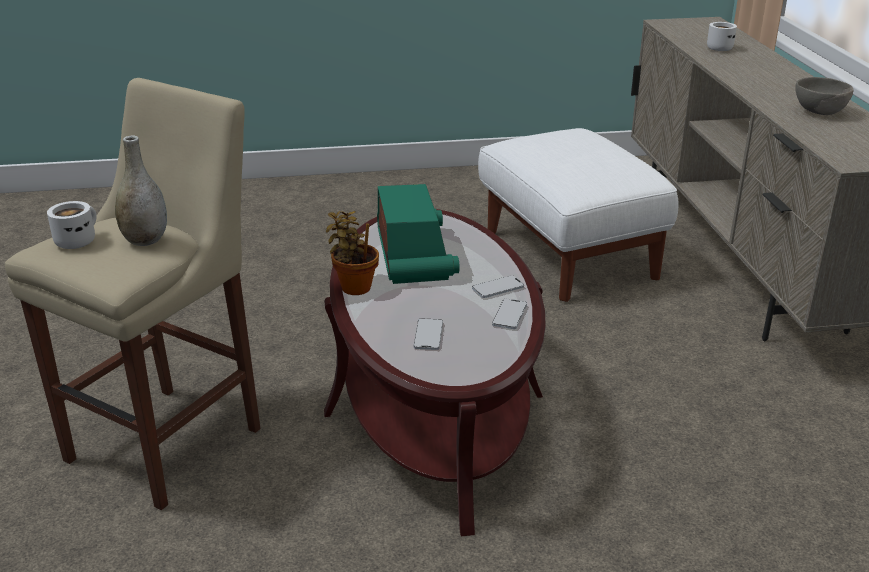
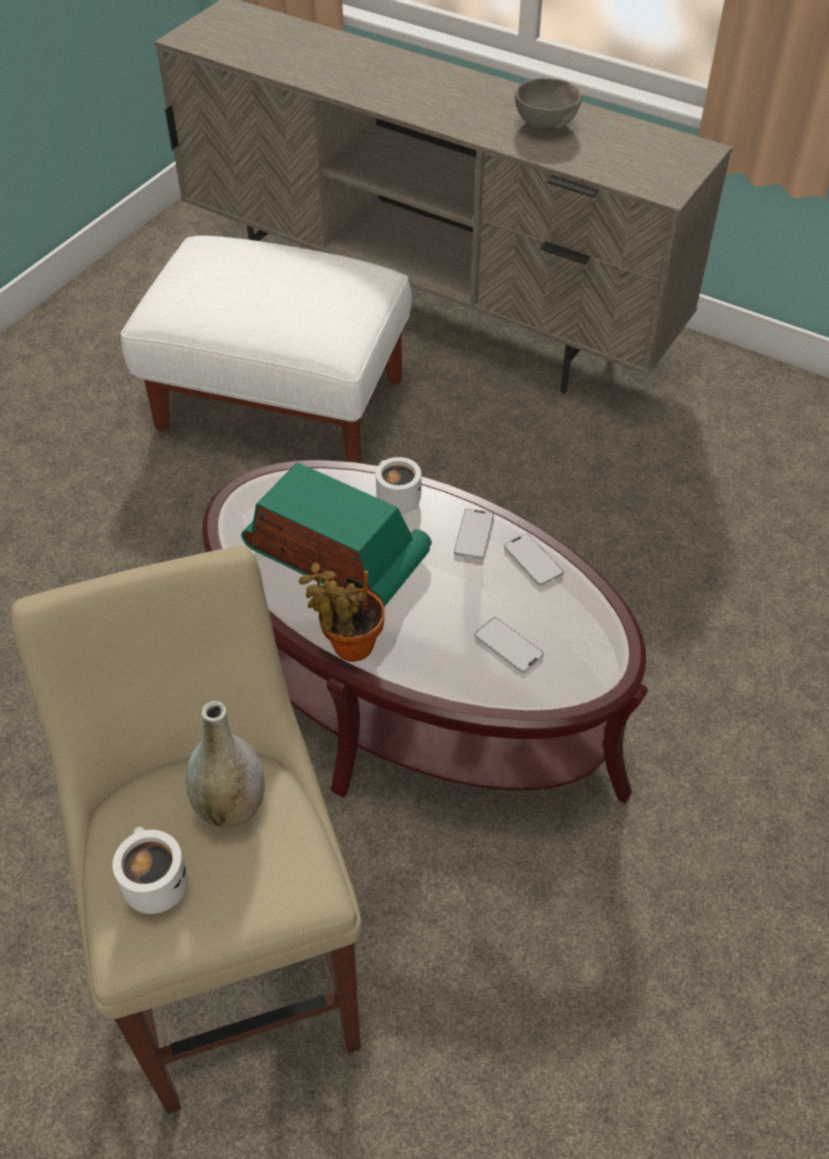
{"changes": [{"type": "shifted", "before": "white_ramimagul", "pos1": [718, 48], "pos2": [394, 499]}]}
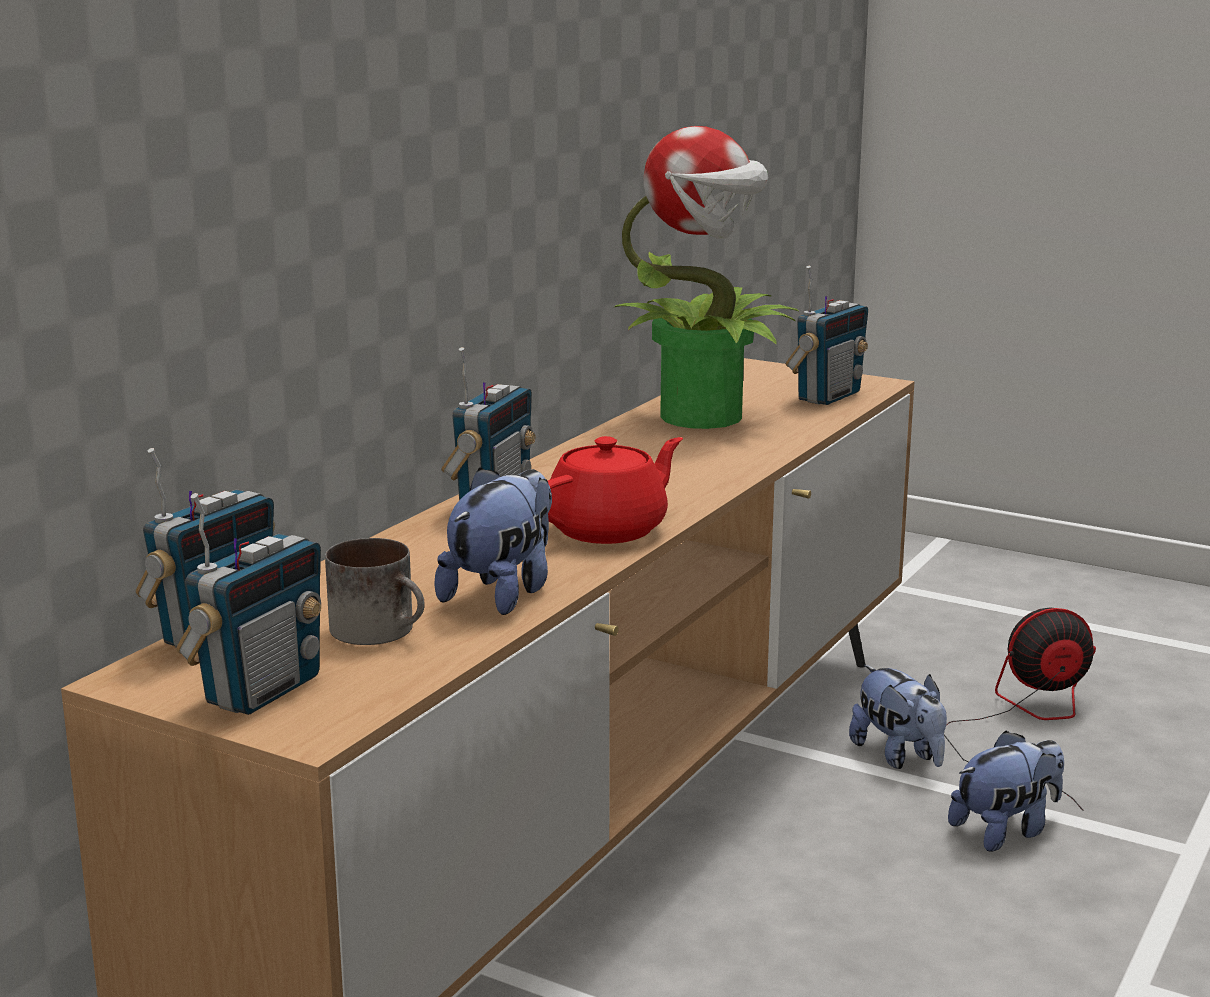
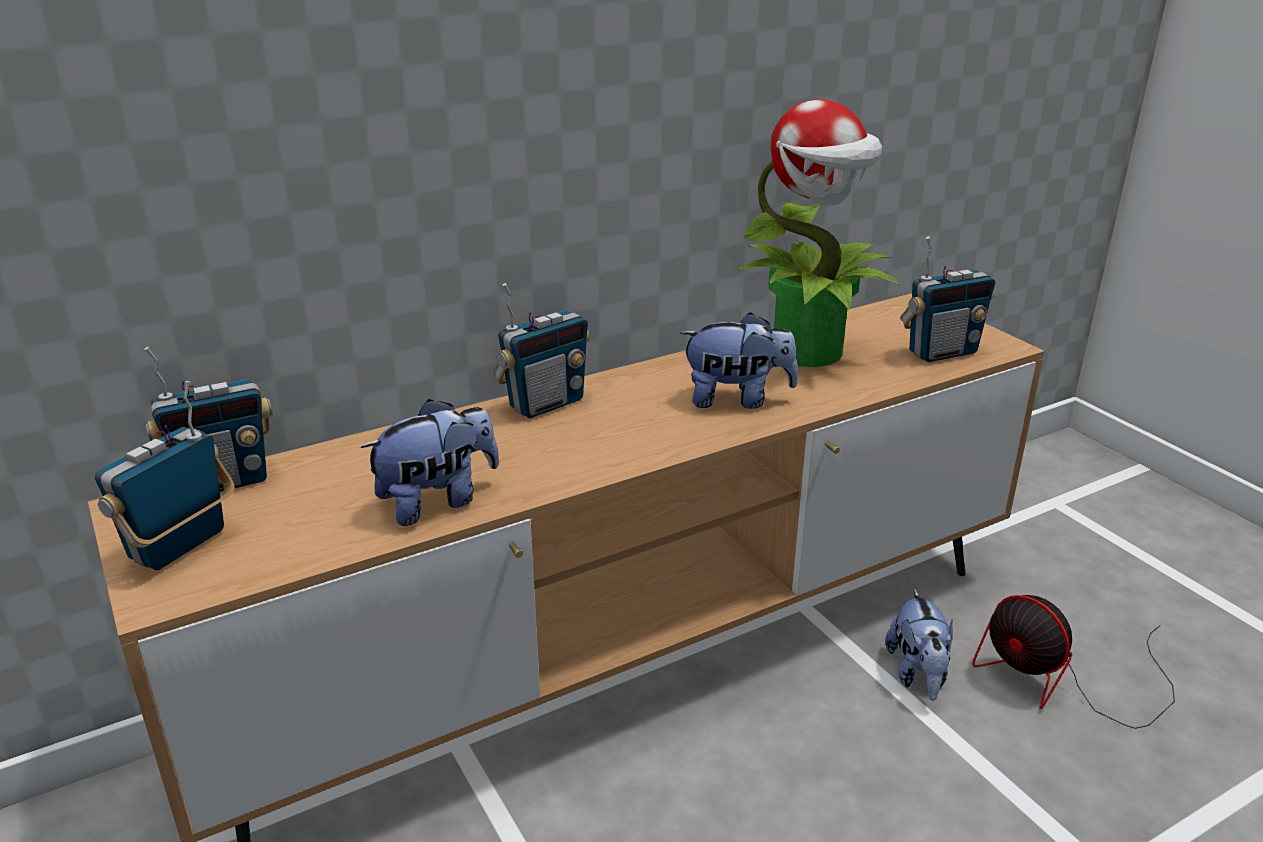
{"changes": [{"type": "rotated", "before": "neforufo", "pos1": [261, 690], "pos2": [180, 546], "turn": 150}, {"type": "gone", "before": "ramimagul", "pos1": [382, 630]}, {"type": "gone", "before": "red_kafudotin", "pos1": [609, 529]}, {"type": "rotated", "before": "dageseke", "pos1": [1028, 723], "pos2": [1063, 681], "turn": -150}, {"type": "shifted", "before": "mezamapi", "pos1": [1006, 830], "pos2": [737, 399]}]}
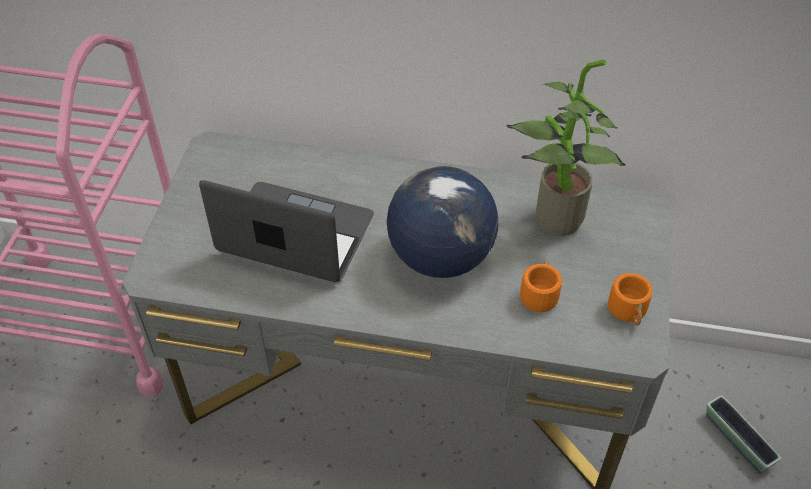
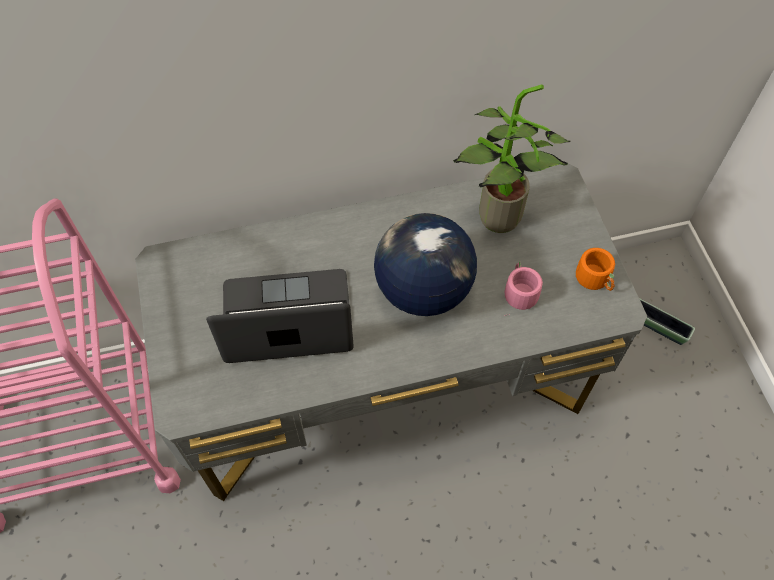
{"changes": [{"type": "repainted", "before": "orange_ramimagul", "after": "pink_ramimagul", "pos1": [537, 294], "pos2": [517, 292]}]}
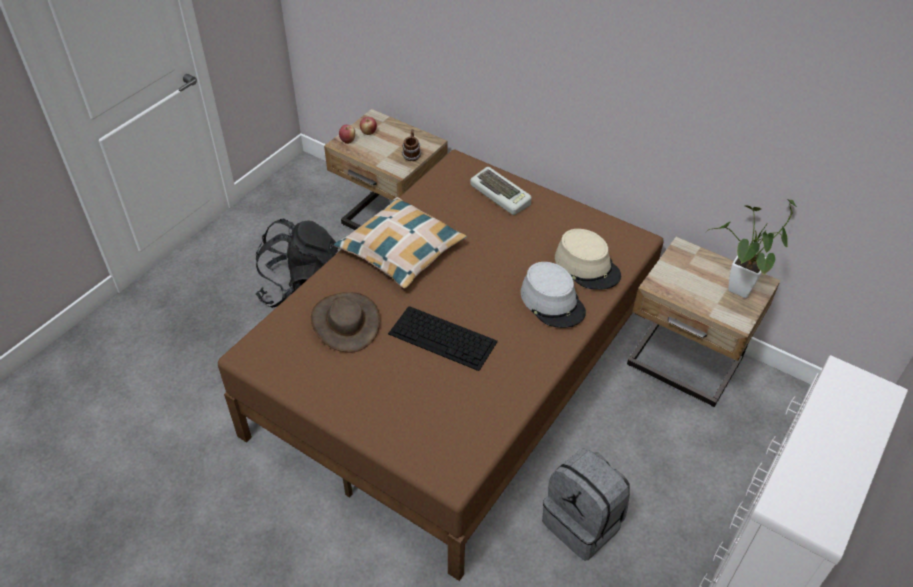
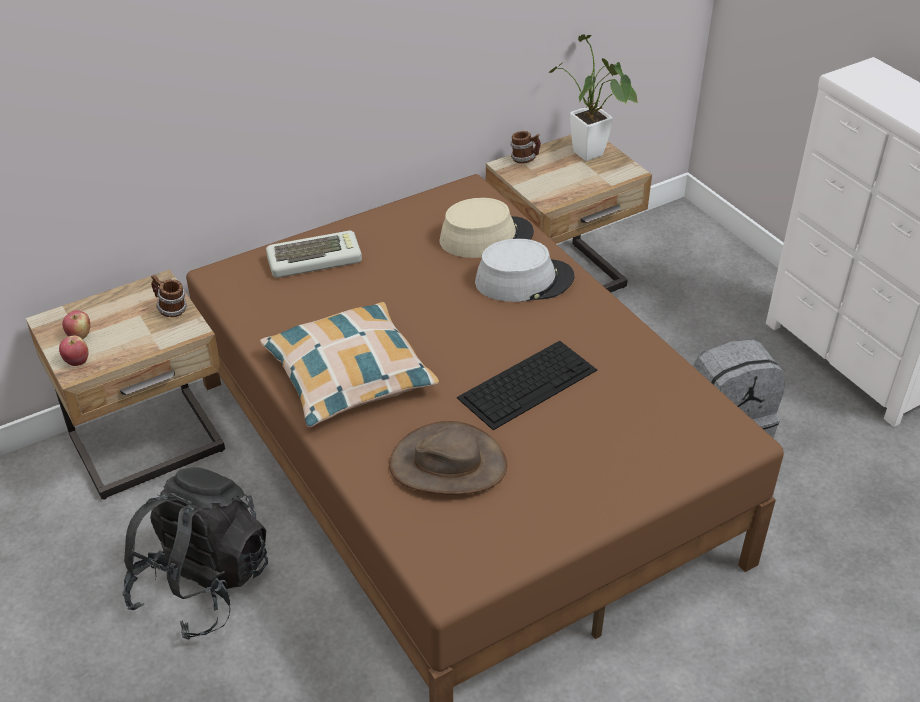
{"changes": [{"type": "new", "after": "ramimagul", "pos2": [525, 159]}]}
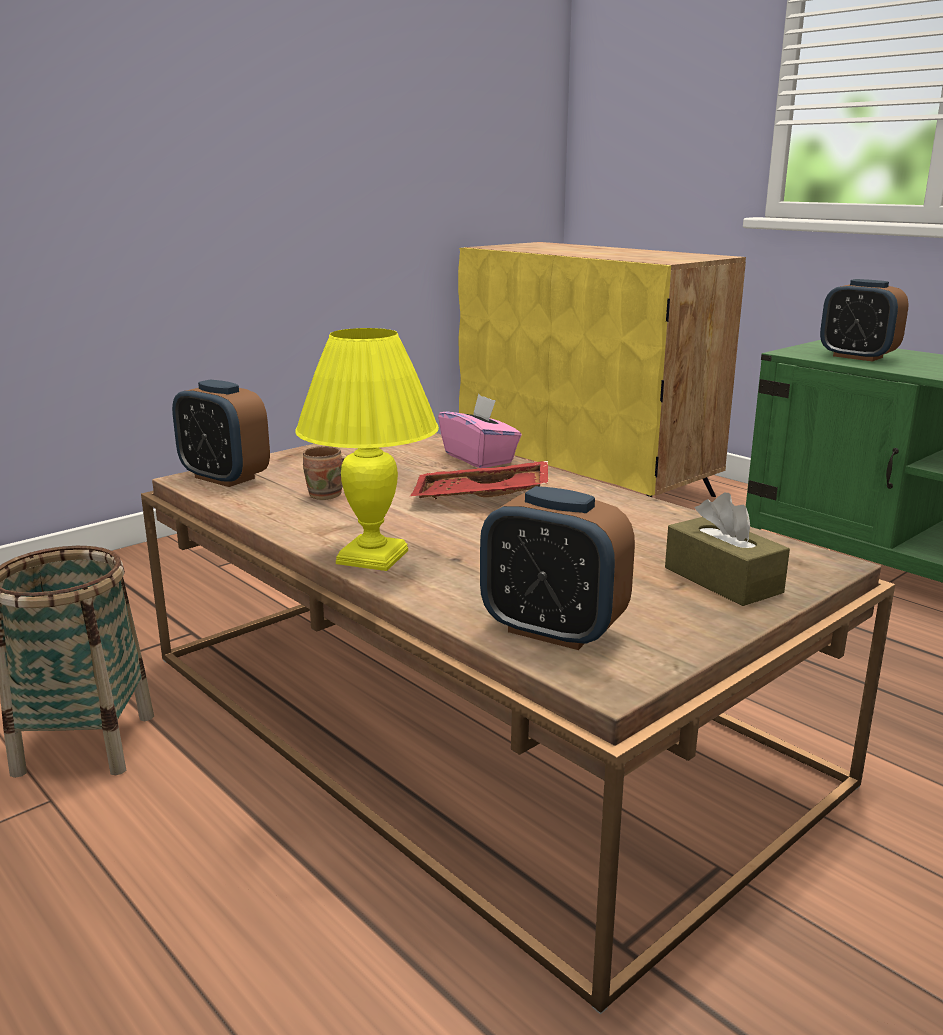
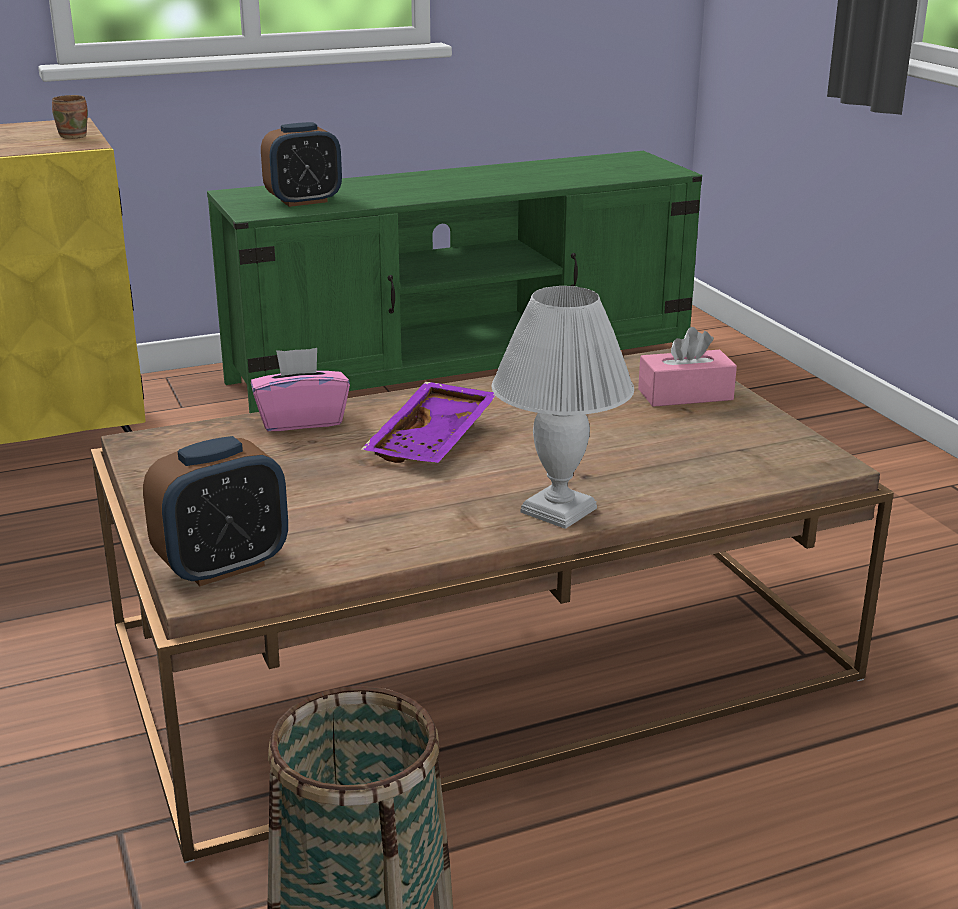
{"changes": [{"type": "repainted", "before": "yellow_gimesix", "after": "white_gimesix", "pos1": [372, 558], "pos2": [560, 510]}, {"type": "shifted", "before": "brown_ramimagul", "pos1": [327, 496], "pos2": [76, 136]}, {"type": "repainted", "before": "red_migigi", "after": "purple_migigi", "pos1": [480, 499], "pos2": [434, 441]}, {"type": "gone", "before": "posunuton", "pos1": [553, 630]}, {"type": "repainted", "before": "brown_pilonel", "after": "pink_pilonel", "pos1": [722, 580], "pos2": [685, 395]}]}
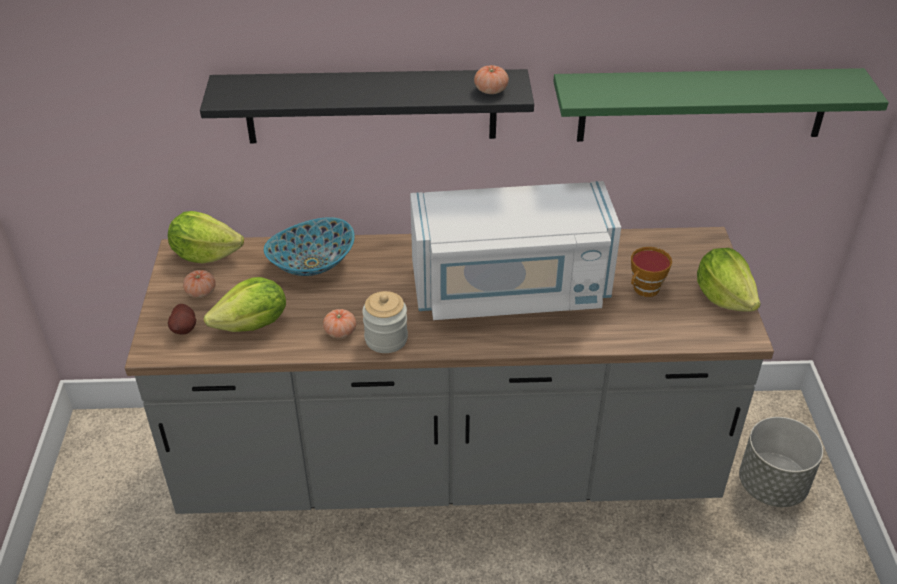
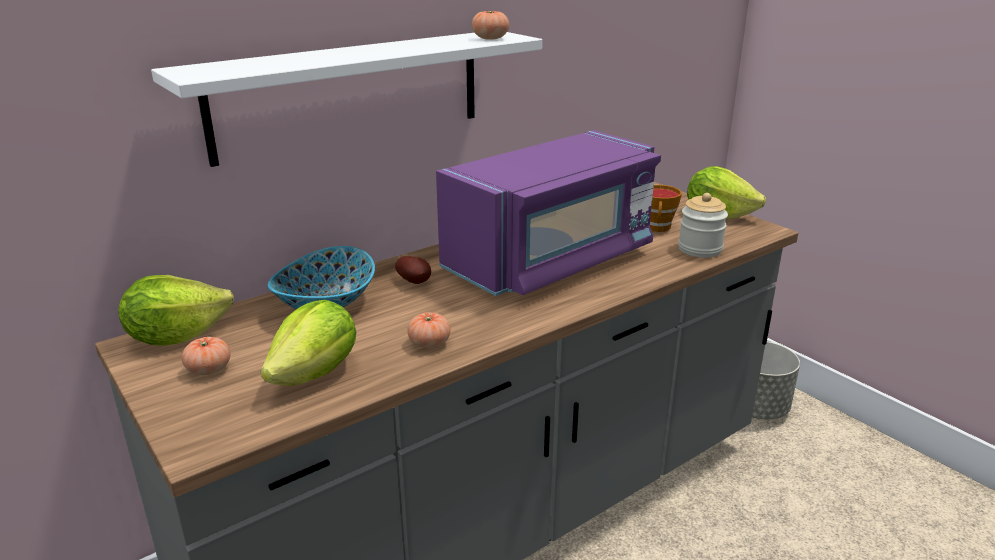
{"changes": [{"type": "shifted", "before": "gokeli", "pos1": [185, 329], "pos2": [415, 282]}, {"type": "repainted", "before": "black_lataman", "after": "white_lataman", "pos1": [371, 106], "pos2": [351, 94]}, {"type": "shifted", "before": "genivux", "pos1": [386, 339], "pos2": [700, 249]}, {"type": "repainted", "before": "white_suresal", "after": "purple_suresal", "pos1": [510, 289], "pos2": [551, 260]}, {"type": "gone", "before": "green_lataman", "pos1": [703, 105]}]}
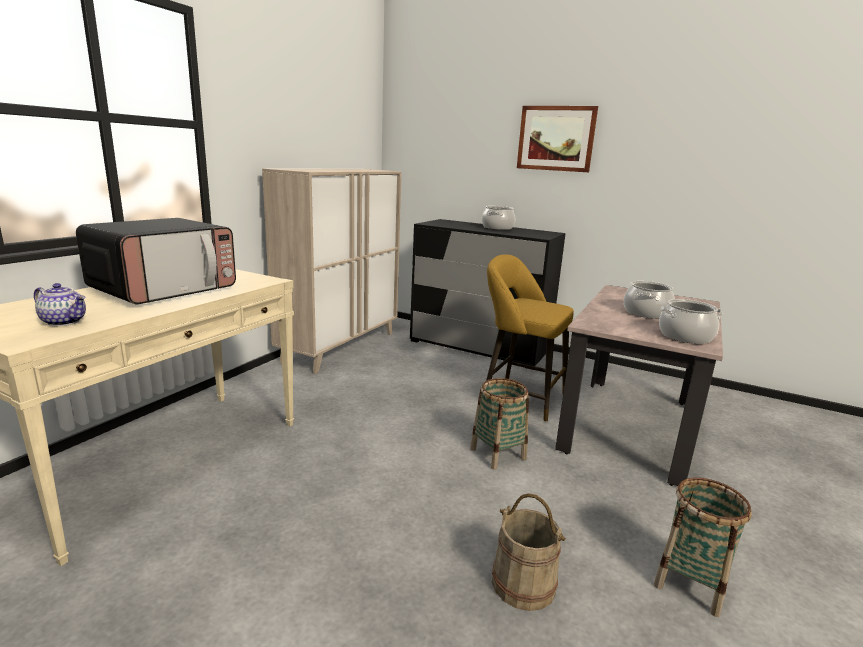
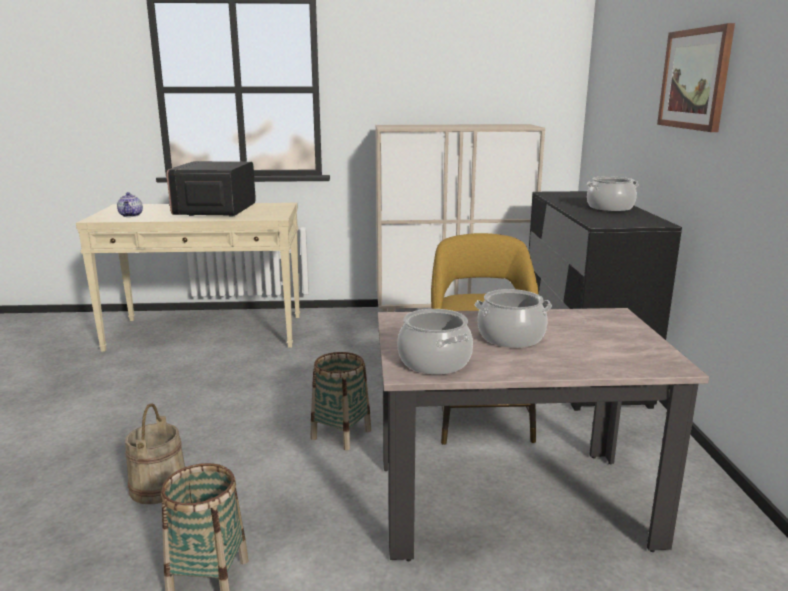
{"changes": [{"type": "rotated", "before": "suresal", "pos1": [165, 289], "pos2": [215, 211], "turn": 90}]}
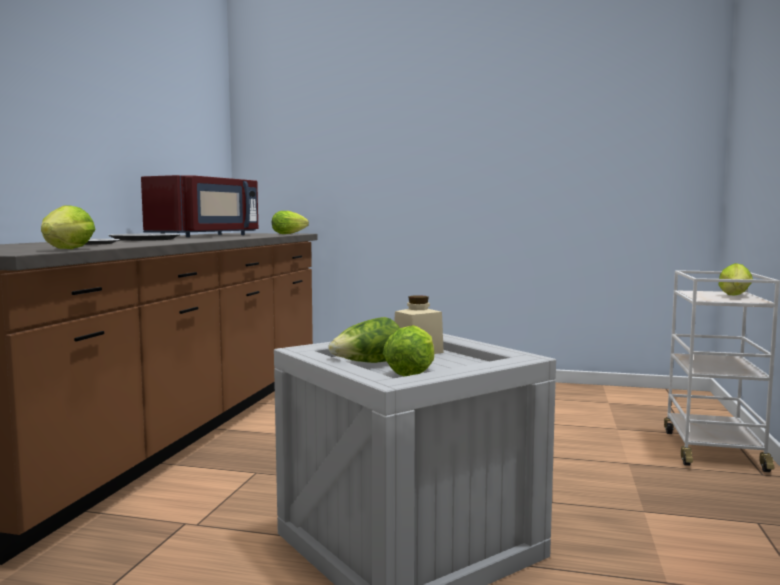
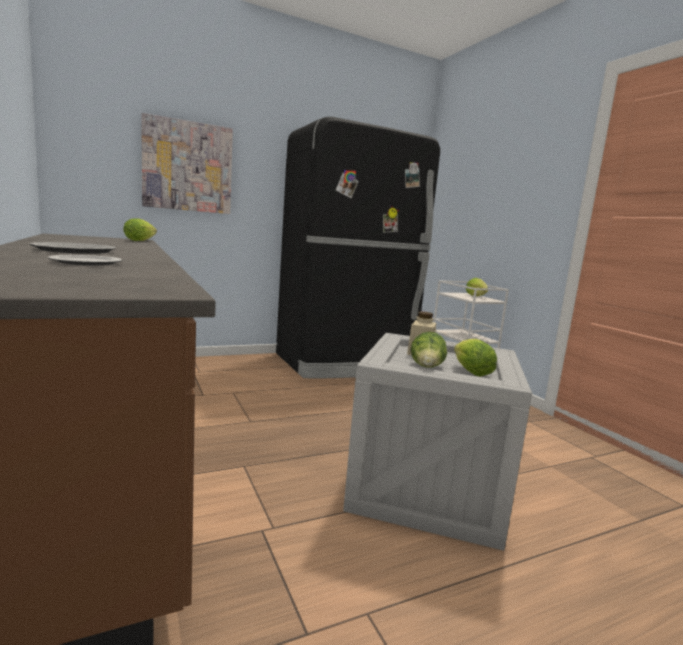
{"changes": [{"type": "gone", "before": "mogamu", "pos1": [65, 250]}, {"type": "gone", "before": "red_suresal", "pos1": [207, 236]}, {"type": "new", "after": "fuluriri", "pos2": [187, 166]}, {"type": "new", "after": "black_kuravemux", "pos2": [346, 363]}]}
